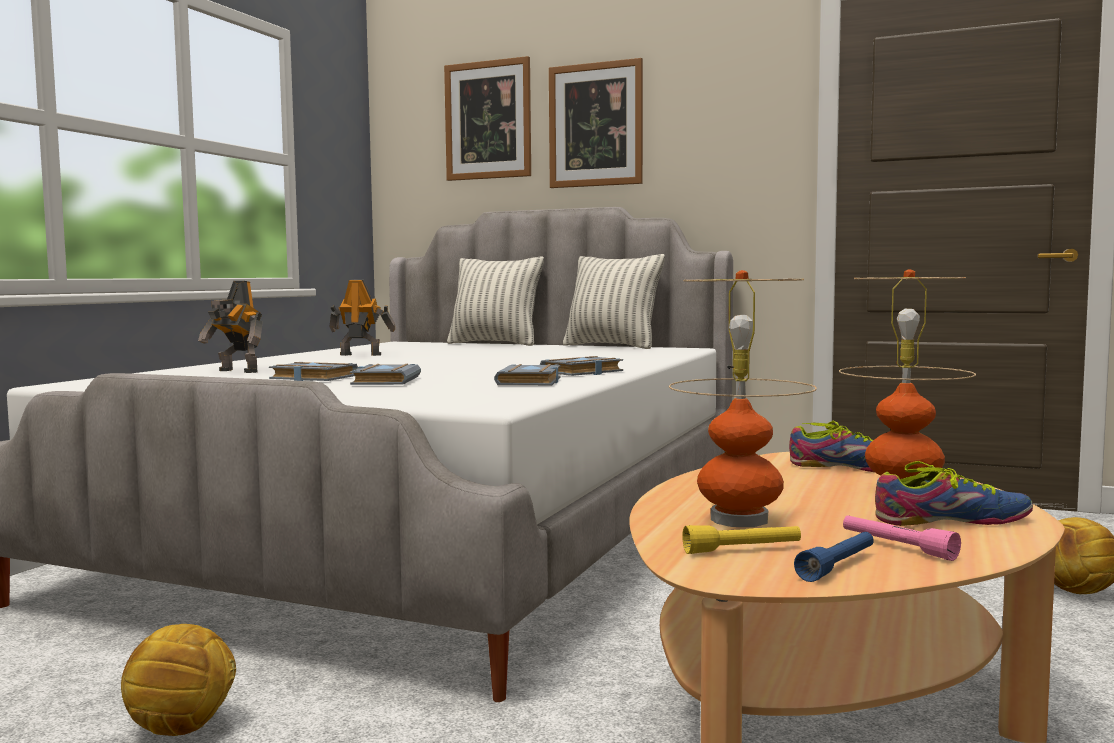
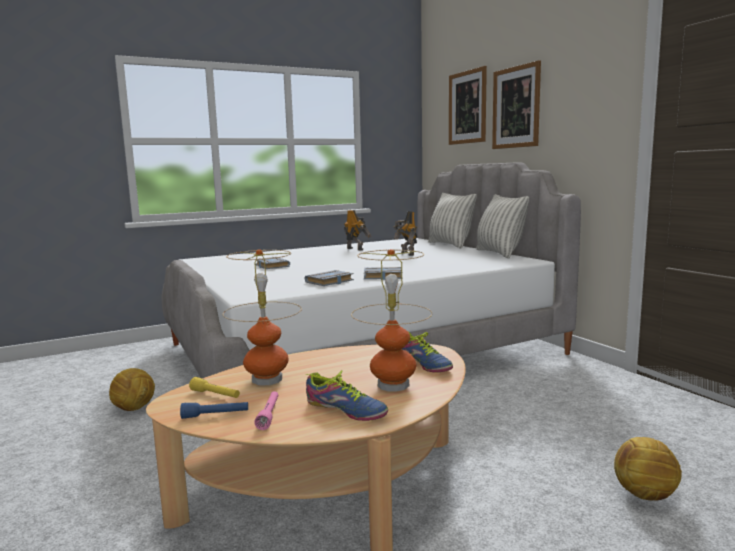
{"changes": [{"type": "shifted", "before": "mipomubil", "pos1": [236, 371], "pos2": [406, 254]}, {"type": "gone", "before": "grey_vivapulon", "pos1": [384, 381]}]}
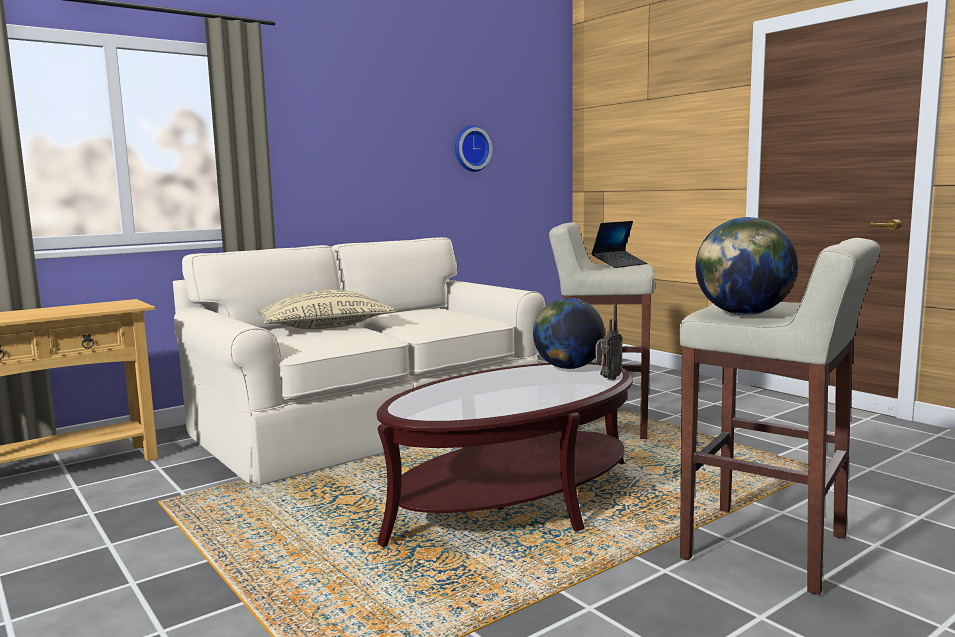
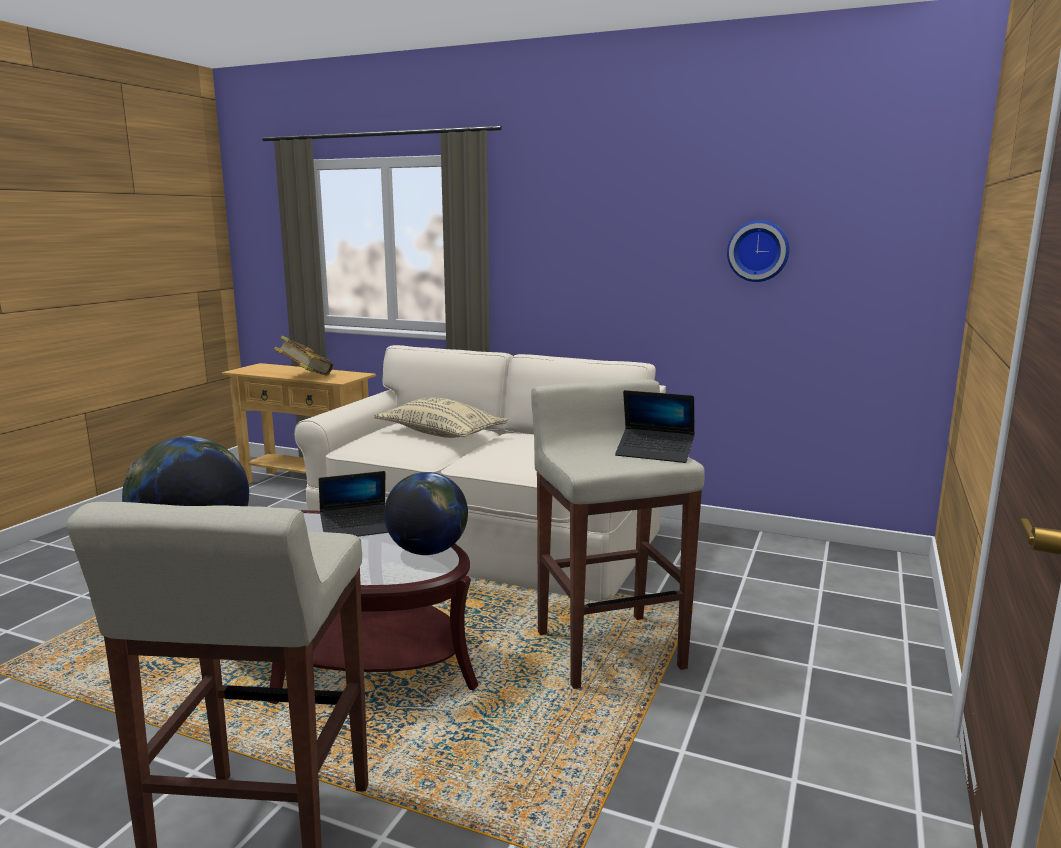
{"changes": [{"type": "gone", "before": "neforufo", "pos1": [607, 379]}, {"type": "new", "after": "vivapulon", "pos2": [305, 376]}, {"type": "new", "after": "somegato", "pos2": [356, 528]}]}
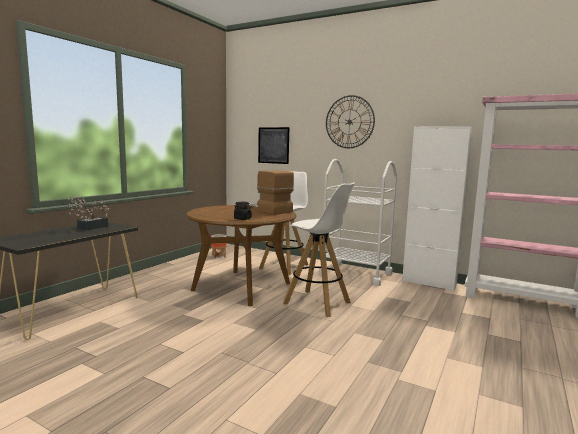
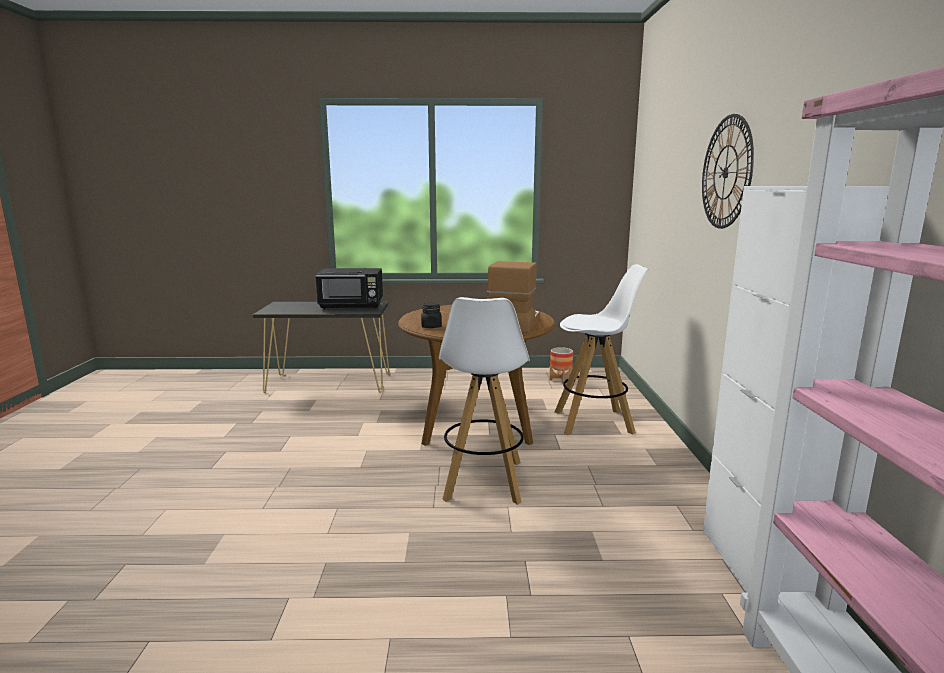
{"changes": [{"type": "swapped", "before": "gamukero", "after": "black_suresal", "pos1": [89, 228], "pos2": [352, 306]}, {"type": "gone", "before": "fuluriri", "pos1": [273, 145]}, {"type": "gone", "before": "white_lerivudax", "pos1": [355, 274]}]}
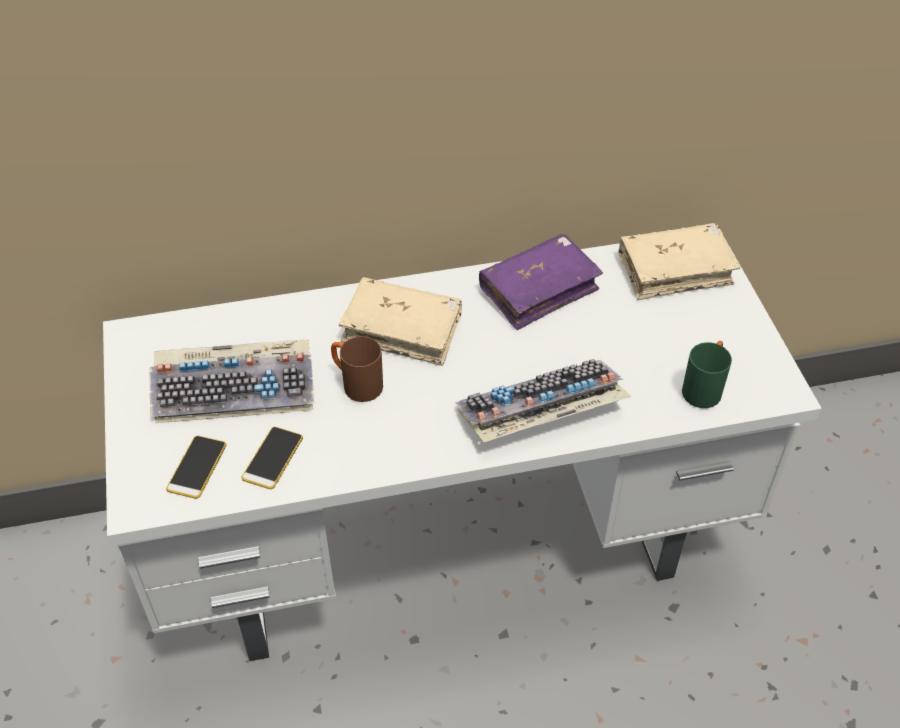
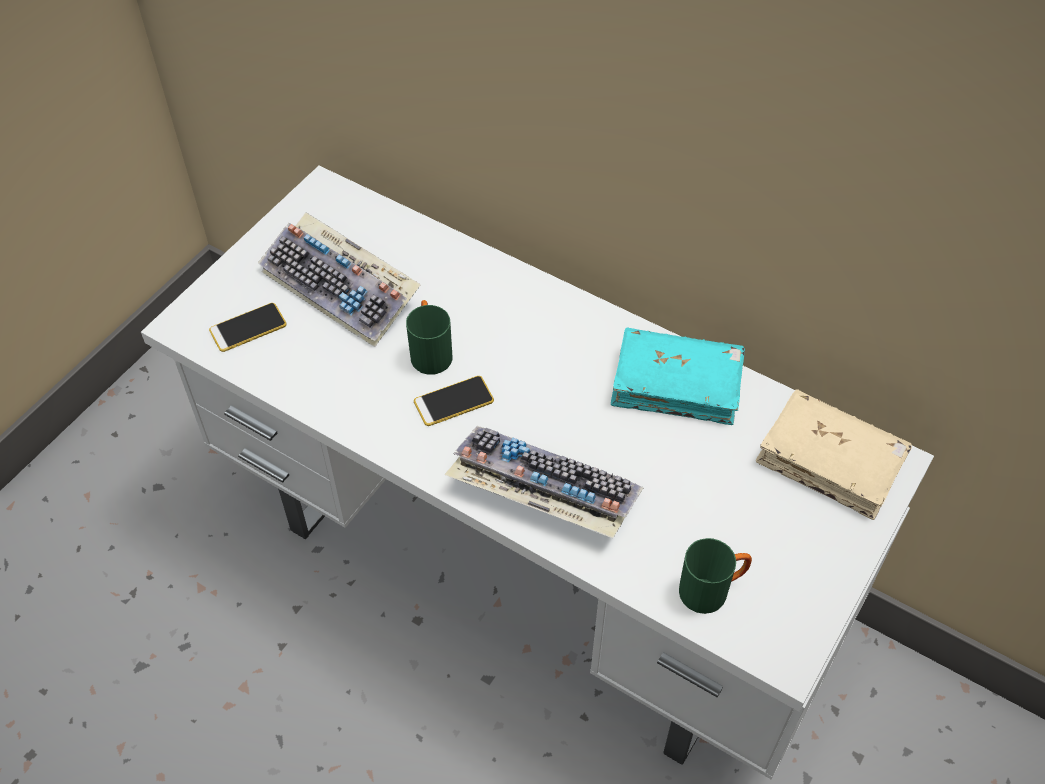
{"changes": [{"type": "shifted", "before": "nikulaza", "pos1": [273, 458], "pos2": [453, 401]}, {"type": "repainted", "before": "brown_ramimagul", "after": "green_ramimagul", "pos1": [356, 384], "pos2": [430, 352]}, {"type": "gone", "before": "beige_vivapulon", "pos1": [402, 330]}, {"type": "repainted", "before": "purple_vivapulon", "after": "turquoise_vivapulon", "pos1": [538, 290], "pos2": [676, 385]}]}
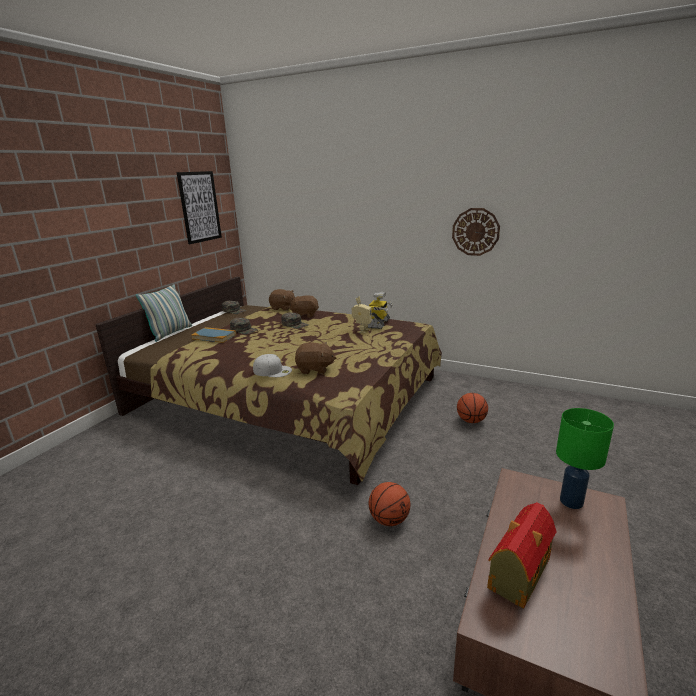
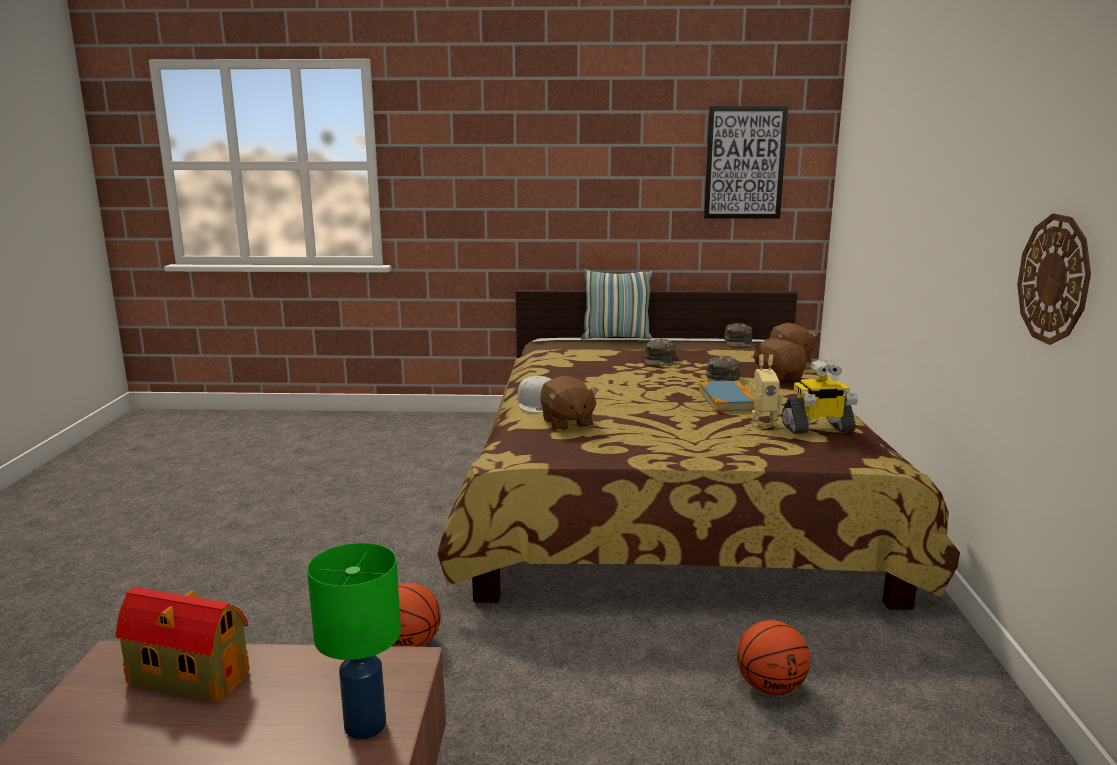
{"changes": [{"type": "shifted", "before": "vivapulon", "pos1": [214, 336], "pos2": [727, 400]}]}
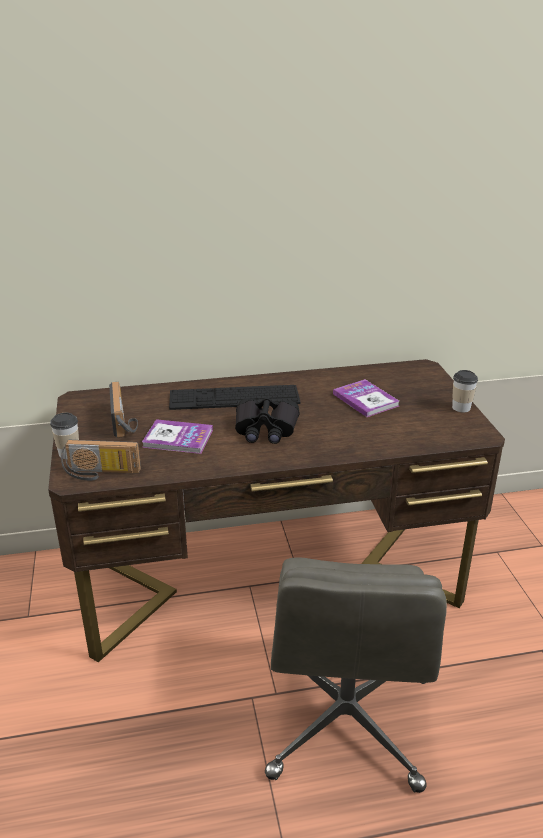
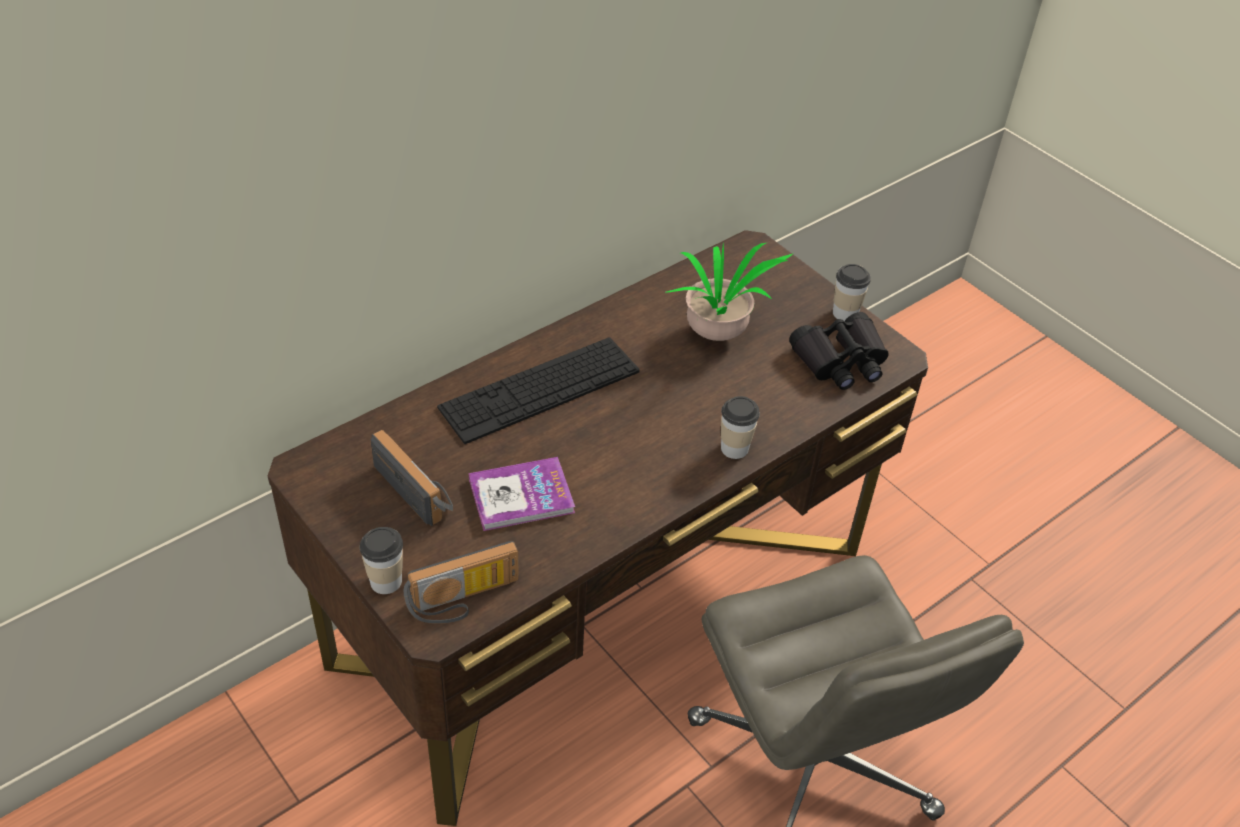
{"changes": [{"type": "shifted", "before": "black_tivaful", "pos1": [265, 429], "pos2": [840, 361]}, {"type": "swapped", "before": "vivapulon", "after": "gamukero", "pos1": [365, 400], "pos2": [719, 336]}, {"type": "new", "after": "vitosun", "pos2": [734, 448]}]}
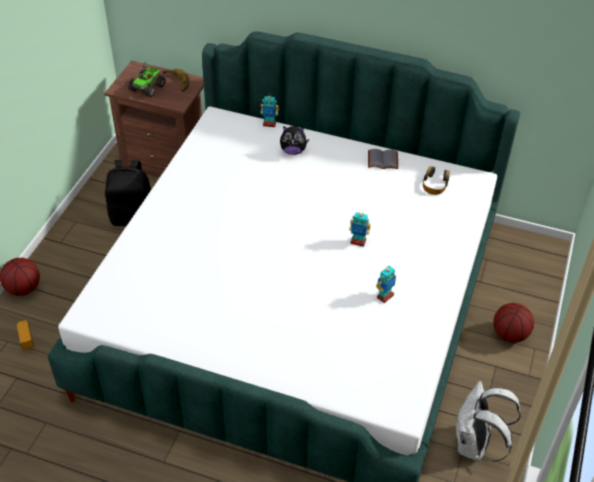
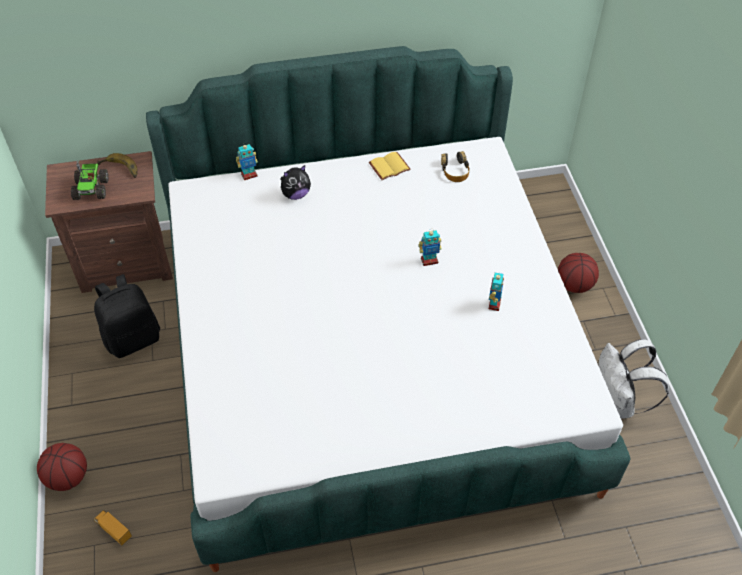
{"changes": [{"type": "repainted", "before": "grey_vivapulon", "after": "yellow_vivapulon", "pos1": [383, 159], "pos2": [389, 166]}]}
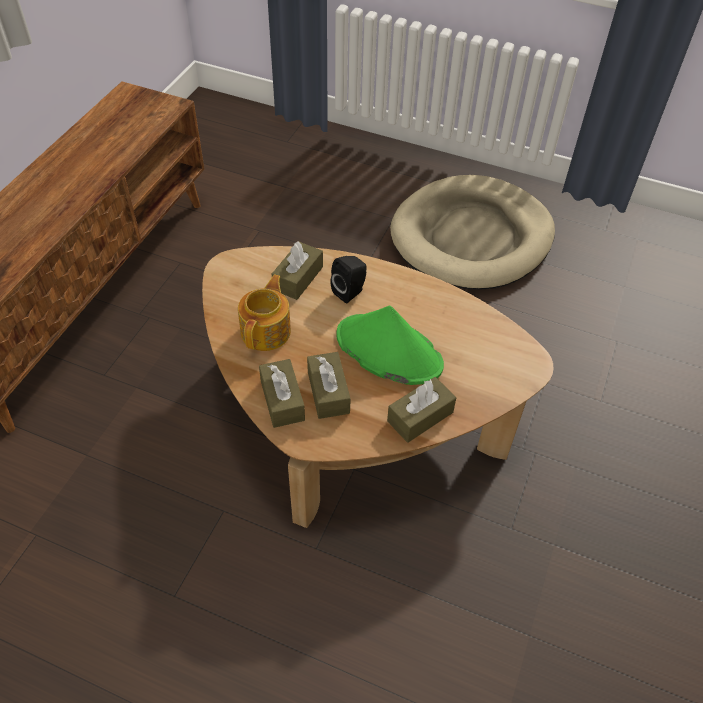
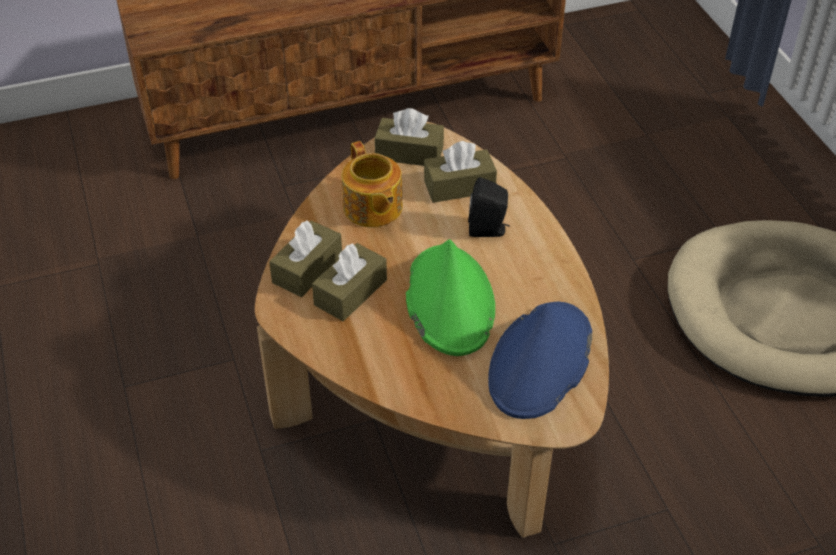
{"changes": [{"type": "rotated", "before": "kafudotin", "pos1": [267, 331], "pos2": [372, 208], "turn": 90}, {"type": "shifted", "before": "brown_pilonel", "pos1": [420, 416], "pos2": [409, 153]}, {"type": "new", "after": "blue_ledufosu", "pos2": [540, 361]}]}
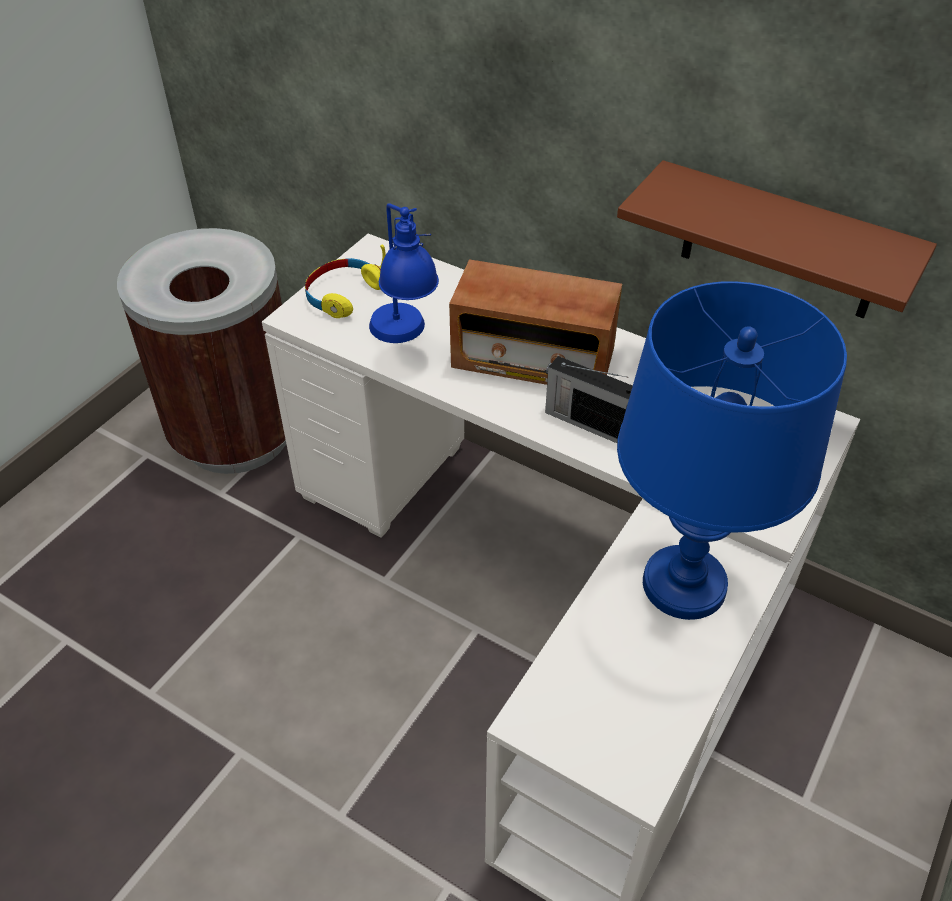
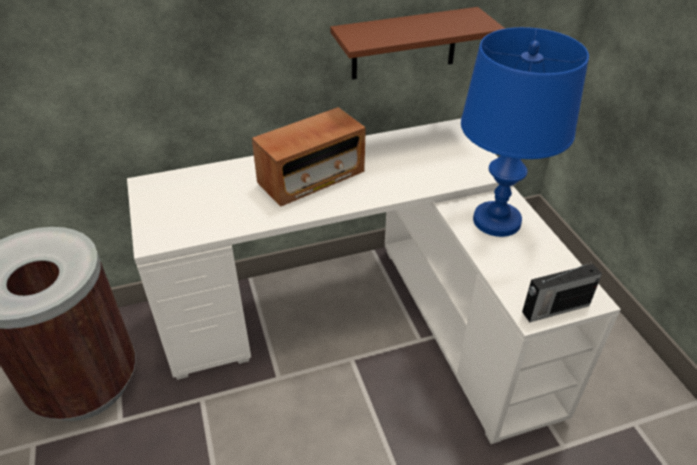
{"changes": [{"type": "gone", "before": "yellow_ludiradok", "pos1": [343, 295]}, {"type": "gone", "before": "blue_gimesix", "pos1": [406, 340]}, {"type": "shifted", "before": "neforufo", "pos1": [588, 423], "pos2": [554, 309]}]}
